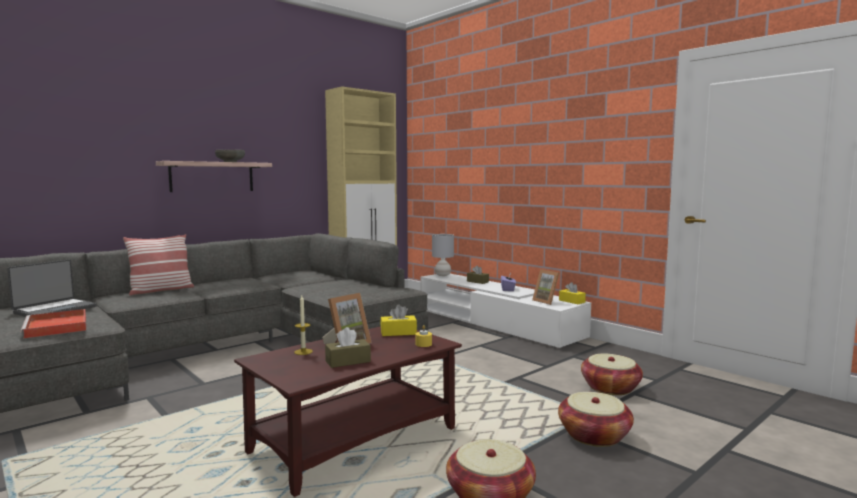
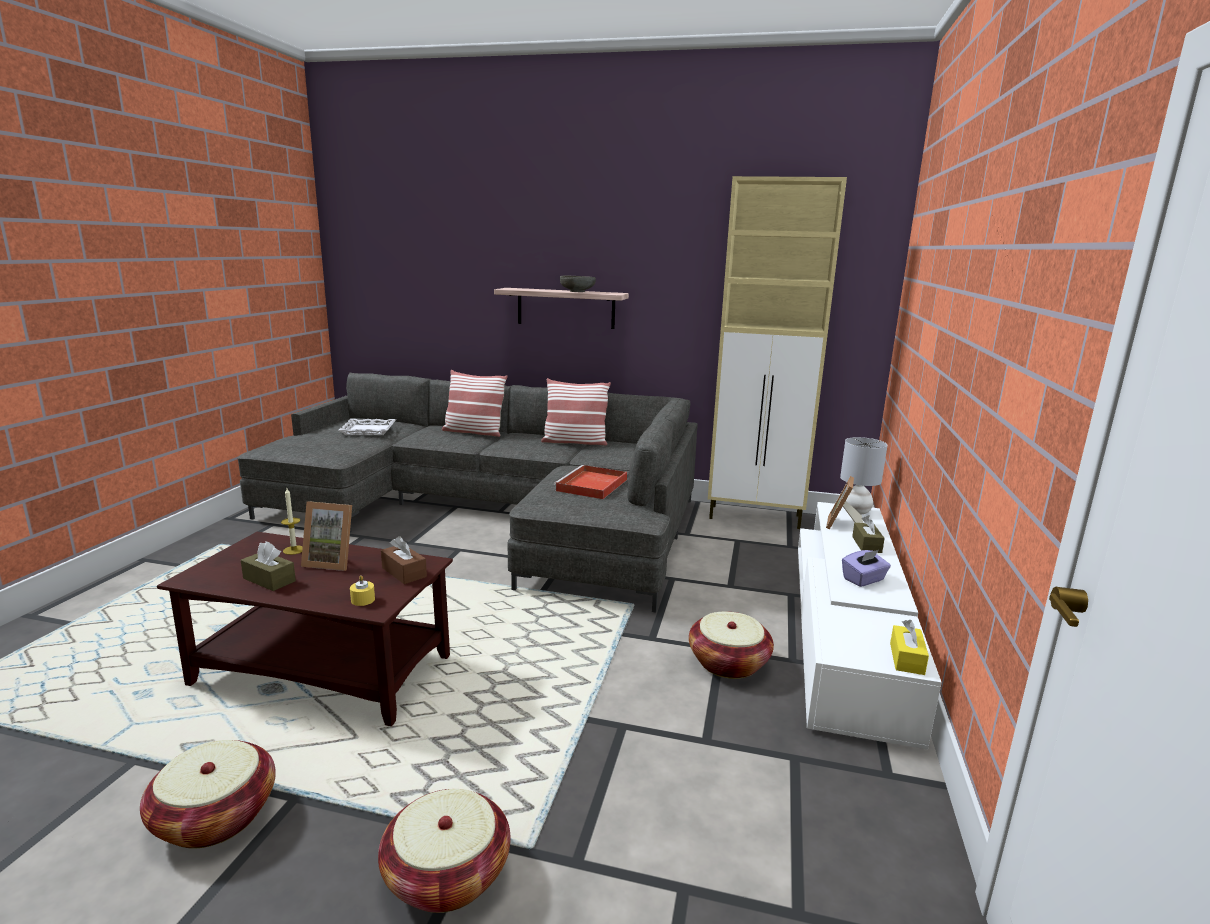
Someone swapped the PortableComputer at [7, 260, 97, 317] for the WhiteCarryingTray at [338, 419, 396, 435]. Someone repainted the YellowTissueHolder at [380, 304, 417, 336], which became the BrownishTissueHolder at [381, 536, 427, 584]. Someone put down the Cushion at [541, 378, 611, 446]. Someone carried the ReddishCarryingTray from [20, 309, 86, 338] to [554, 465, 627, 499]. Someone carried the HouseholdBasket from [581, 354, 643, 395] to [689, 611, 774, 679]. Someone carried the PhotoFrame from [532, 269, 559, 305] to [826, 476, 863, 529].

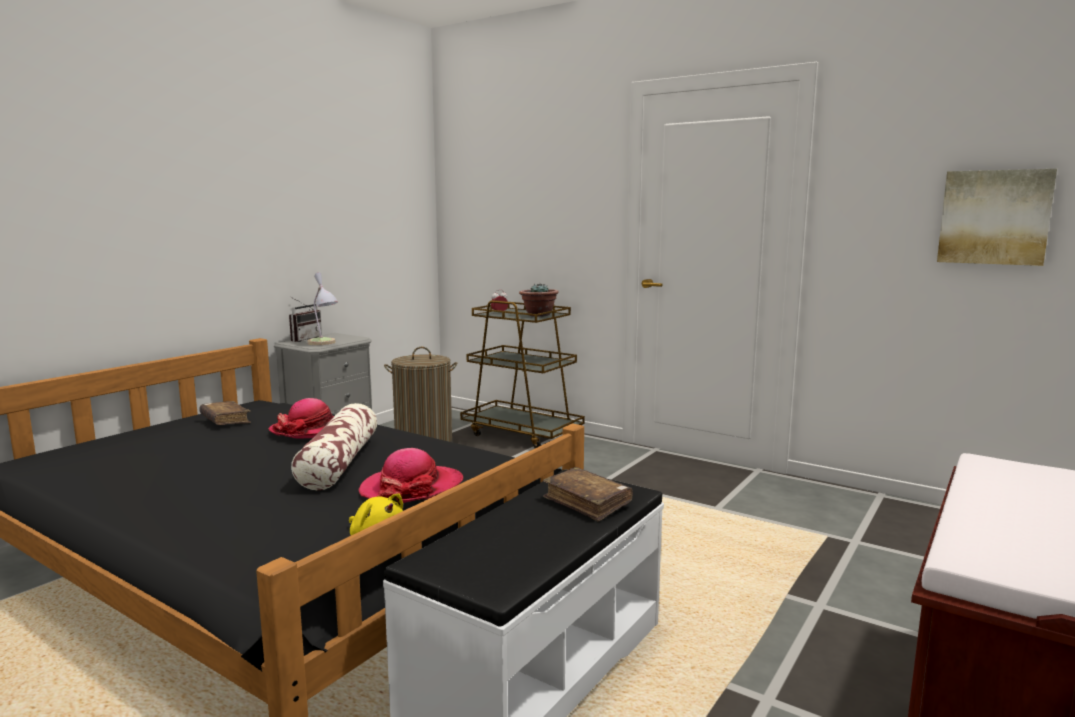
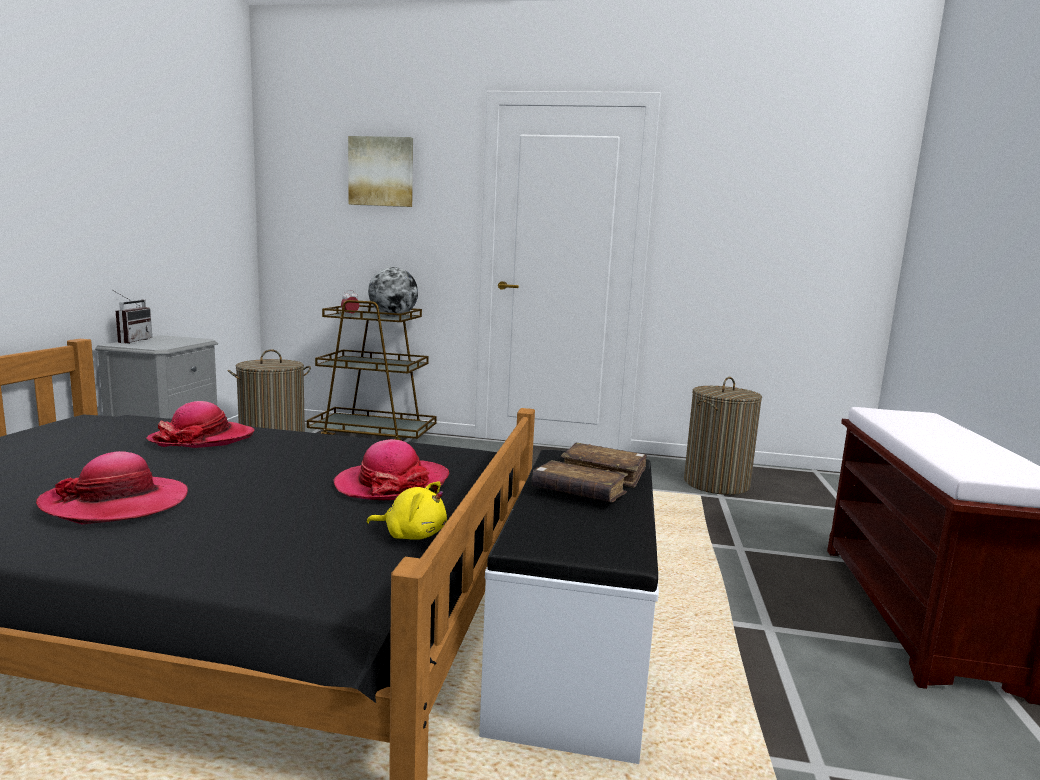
Someone put down the ClothingHat at [36, 451, 188, 524]. Someone carried the Picture from [937, 169, 1057, 266] to [348, 136, 413, 207]. Someone swapped the PlantInAPot at [519, 283, 559, 317] for the Globe at [368, 267, 418, 317]. Someone carried the BrownishBook from [200, 401, 251, 425] to [532, 460, 628, 502]. Someone put down the LaundryBasket at [684, 377, 762, 495]. Someone took away the Cushion at [291, 403, 377, 490]. Someone took away the LampForATable at [307, 272, 338, 345].

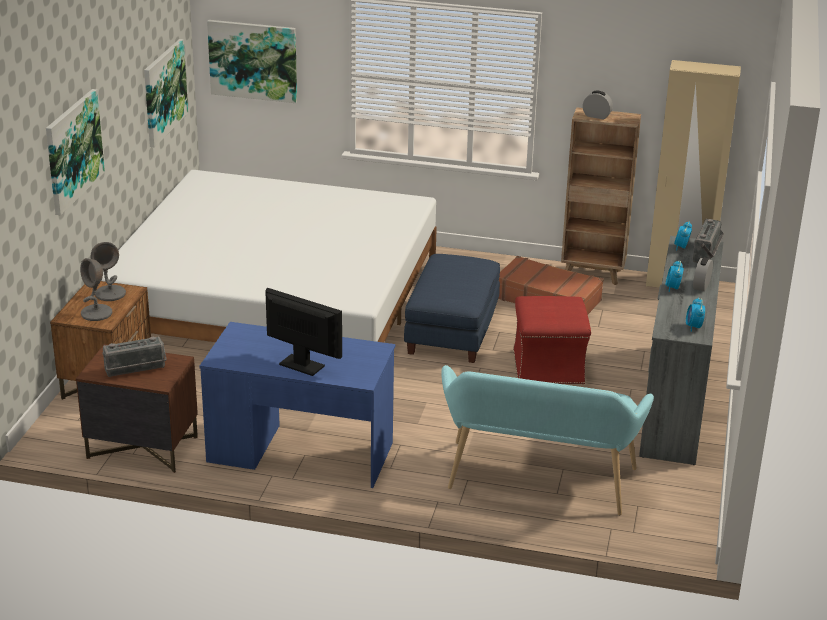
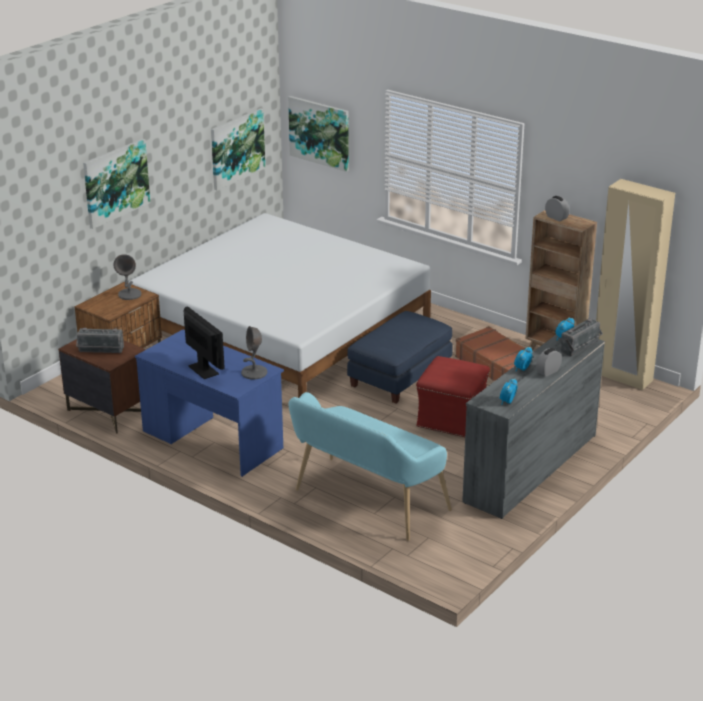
Someone carried the GreyishLampForATable from [80, 258, 112, 321] to [241, 326, 267, 380].

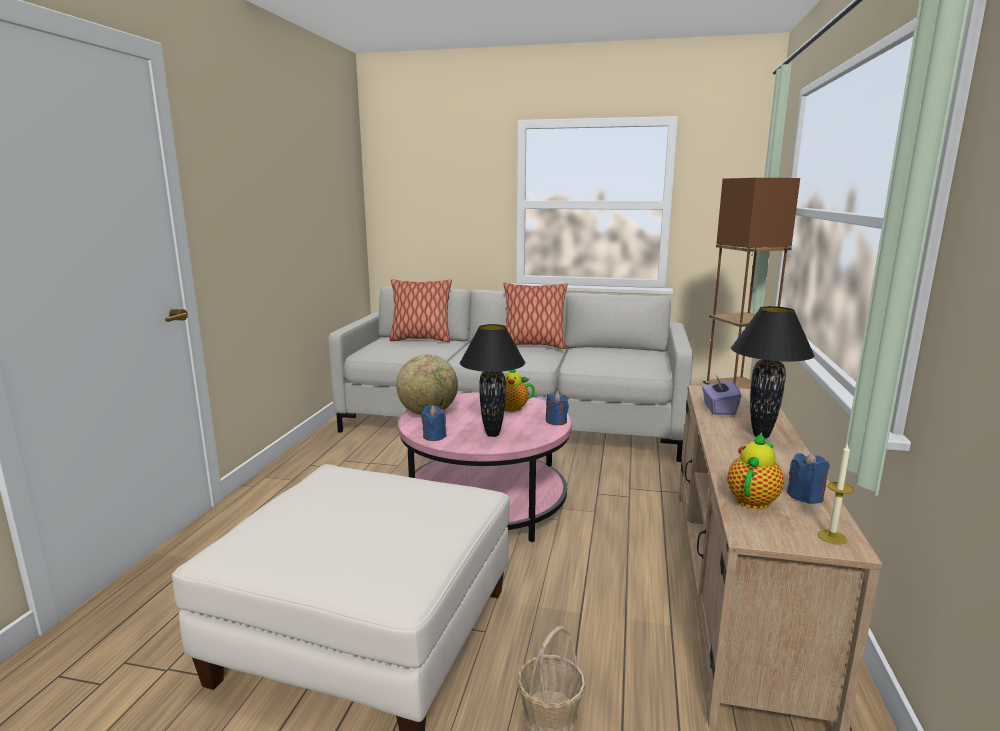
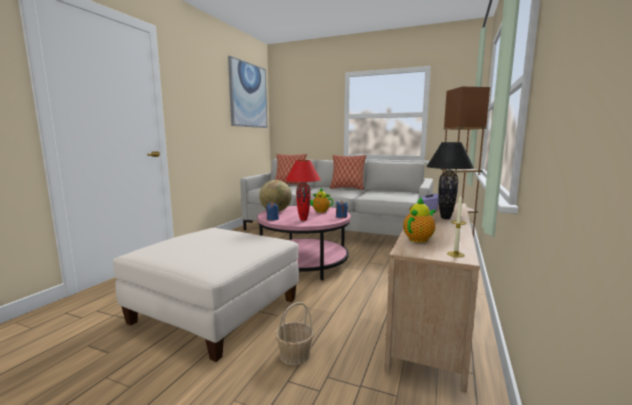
Someone put up the Picture at [228, 56, 267, 128]. Someone repainted the BlackLampForATable at [460, 324, 525, 437], which became the ReddishLampForATable at [286, 160, 321, 221]. Someone took away the BluishWaxCandle at [786, 452, 829, 504].

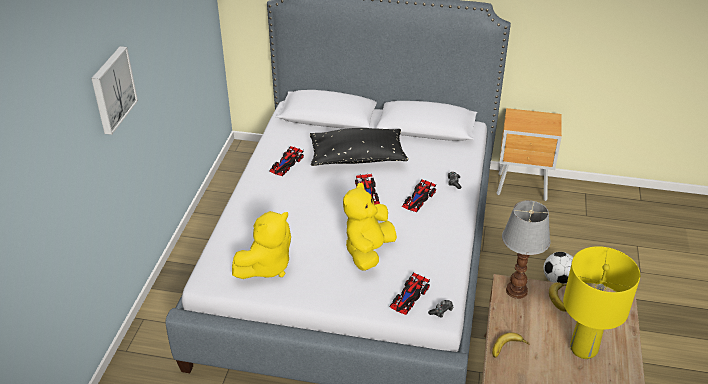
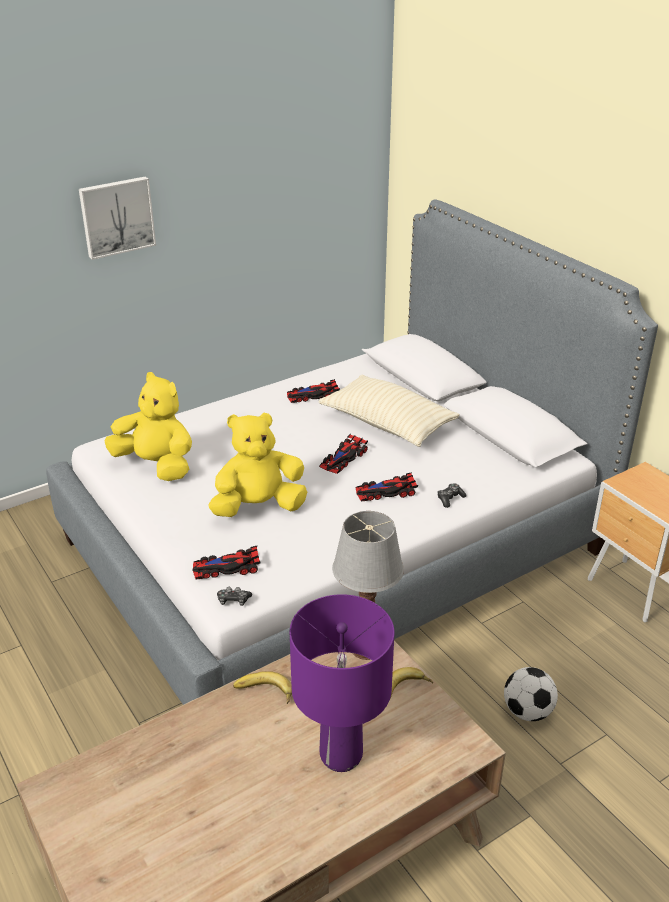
Someone rotated the YellowPlushToy at [232, 211, 291, 279] by 150 degrees counterclockwise. Someone repainted the YellowLampForATable at [563, 246, 640, 359], which became the PurplishLampForATable at [290, 594, 395, 772]. Someone repainted the BlackCushion at [310, 128, 408, 166], which became the BeigeCushion at [318, 375, 460, 447].

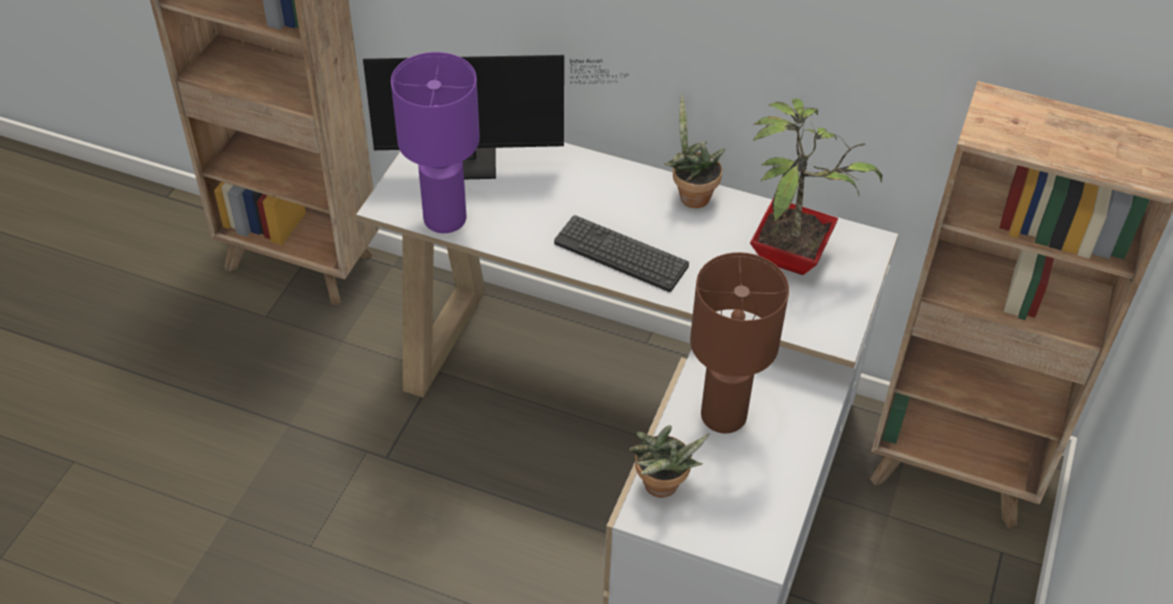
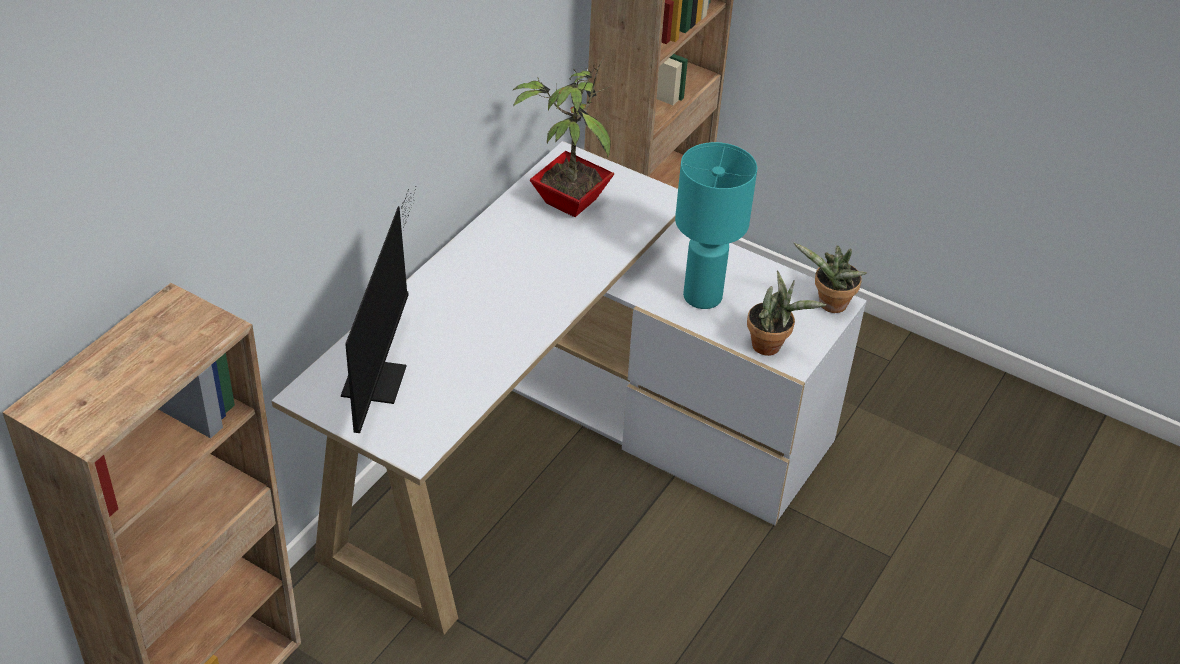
Someone repainted the BrownishLampForATable at [690, 252, 789, 433], which became the BlueGreenLampForATable at [675, 142, 757, 309]. Someone carried the PlantInAPot from [664, 95, 725, 208] to [793, 242, 867, 313]. Someone took away the PurplishLampForATable at [391, 52, 480, 233]. Someone took away the Keyboard at [554, 215, 689, 292].

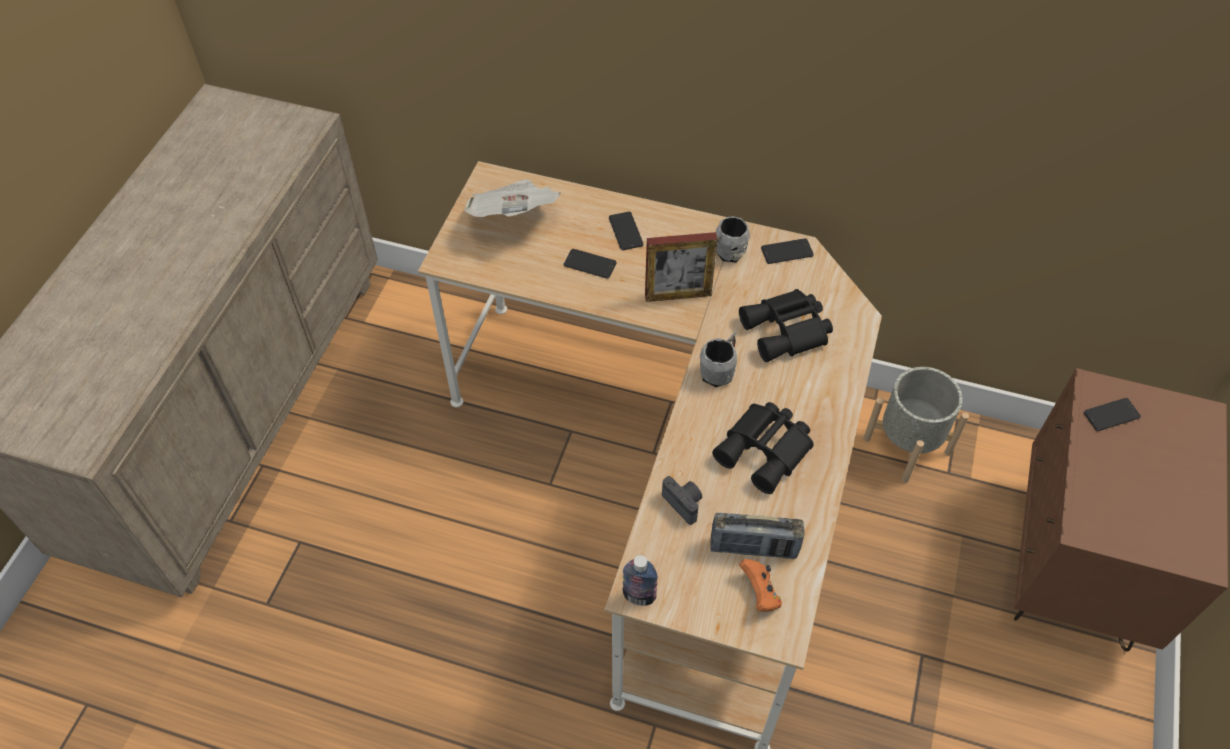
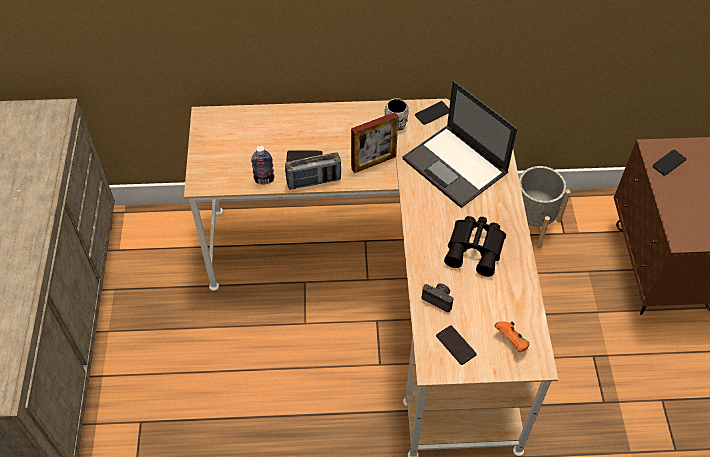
Someone carried the Bottle from [622, 555, 658, 606] to [251, 146, 275, 184]. Someone carried the RadioSet from [710, 513, 805, 559] to [285, 152, 341, 190]. Someone swapped the BlackPairOfBinoculars at [739, 289, 833, 362] for the PortableComputer at [402, 81, 517, 208]. Someone carried the Handset from [609, 212, 644, 250] to [436, 325, 477, 365]. Someone took away the DailyPaper at [464, 179, 561, 217]. Someone took away the GreyishMug at [700, 332, 737, 387].

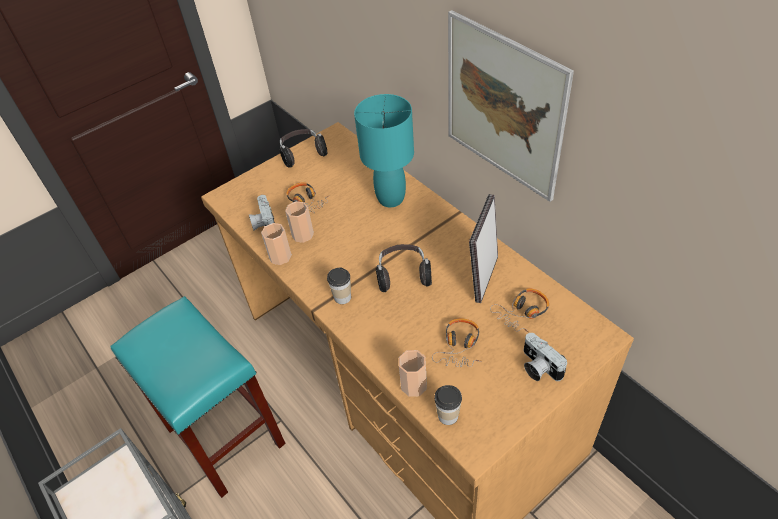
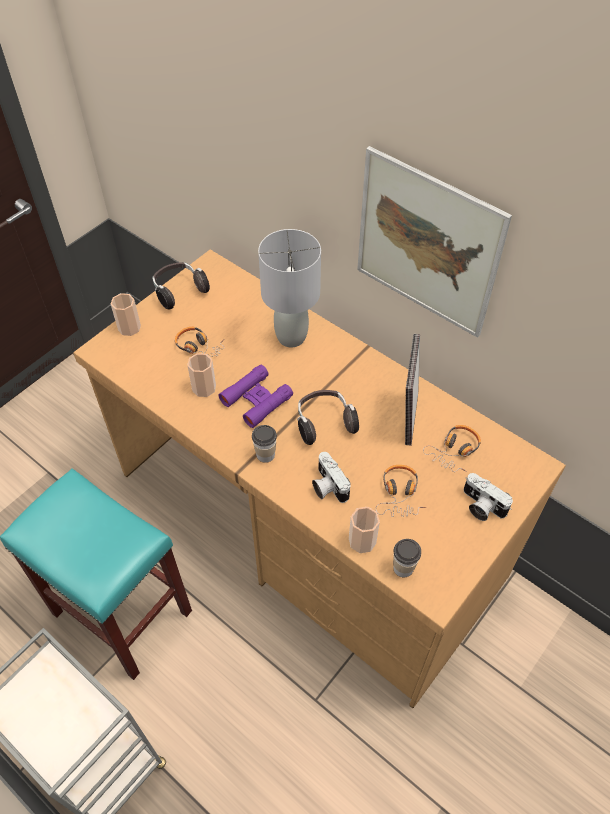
Someone carried the SmallCup from [261, 223, 292, 265] to [111, 293, 141, 336]. Someone put down the PurplishPairOfBinoculars at [218, 365, 293, 428]. Someone repainted the BlueGreenLampForATable at [354, 94, 414, 207], which became the GreyishLampForATable at [258, 229, 321, 348]. Someone carried the PhotoCamera from [249, 195, 275, 231] to [312, 452, 351, 503].

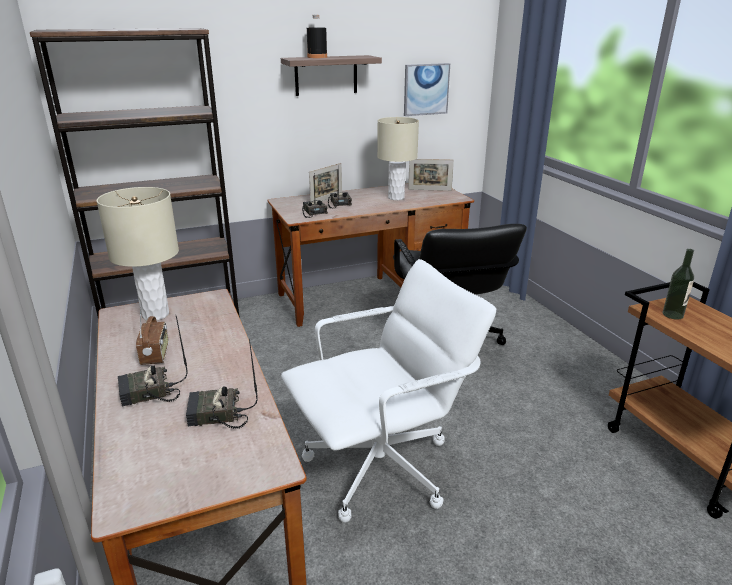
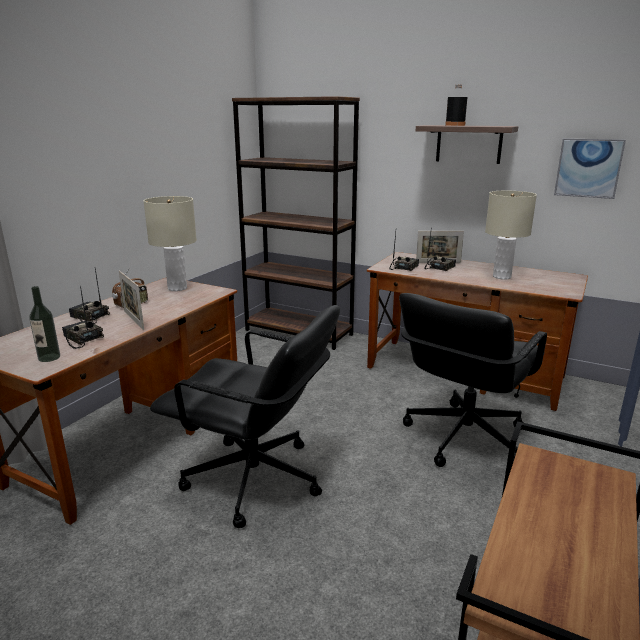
Someone carried the Bottle from [663, 249, 694, 320] to [29, 286, 60, 362]. Someone carried the PhotoFrame from [408, 159, 454, 191] to [119, 271, 144, 330]. Someone repainted the WhiteComputerChair at [281, 259, 496, 523], which became the BlackComputerChair at [150, 305, 340, 528].

